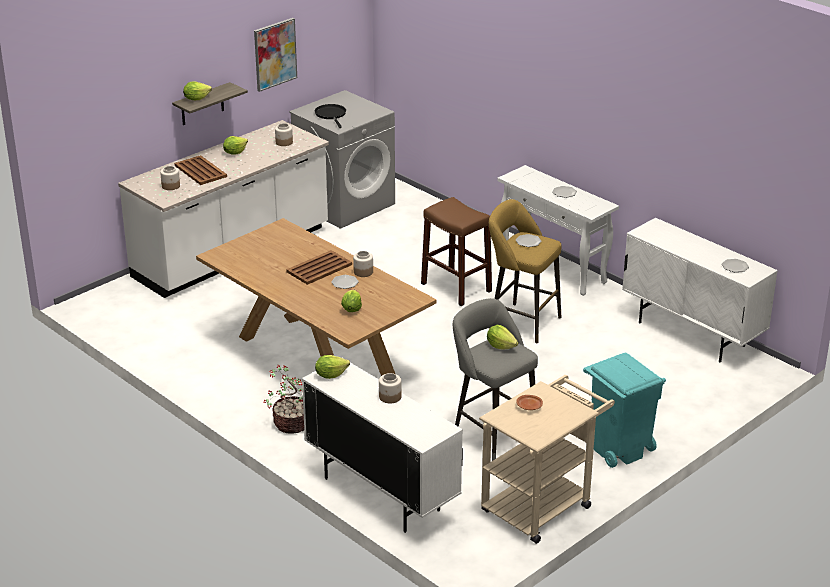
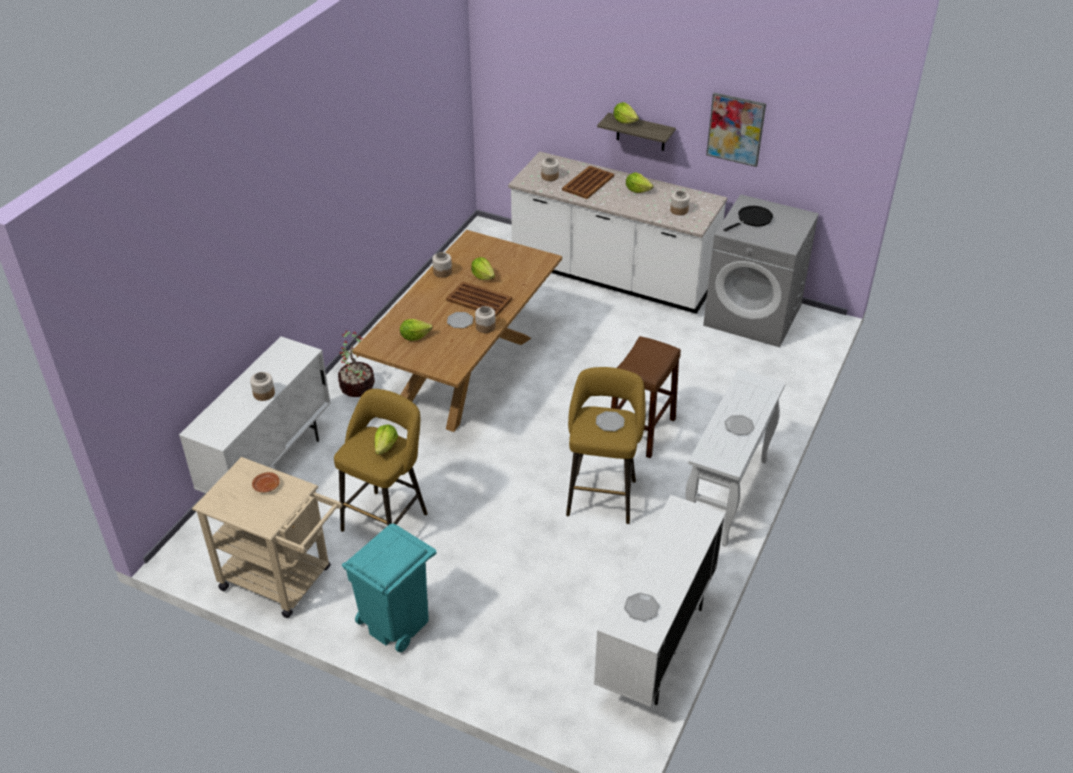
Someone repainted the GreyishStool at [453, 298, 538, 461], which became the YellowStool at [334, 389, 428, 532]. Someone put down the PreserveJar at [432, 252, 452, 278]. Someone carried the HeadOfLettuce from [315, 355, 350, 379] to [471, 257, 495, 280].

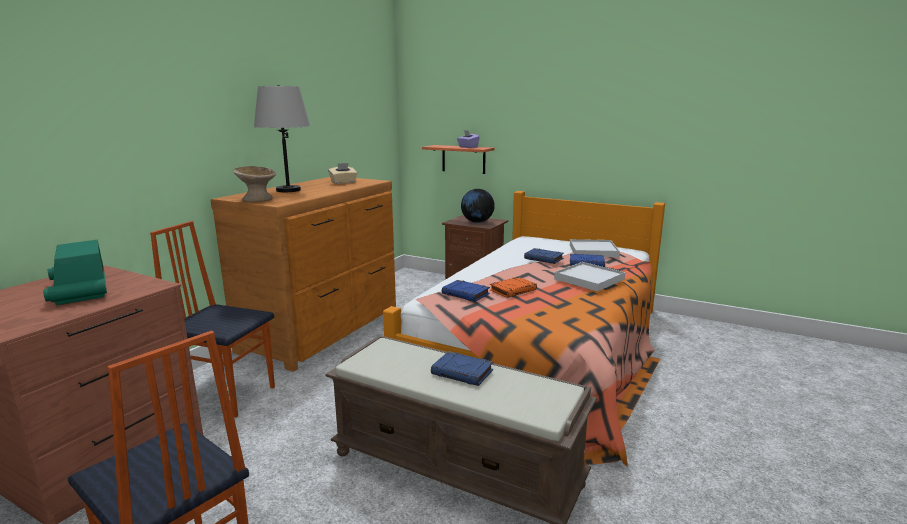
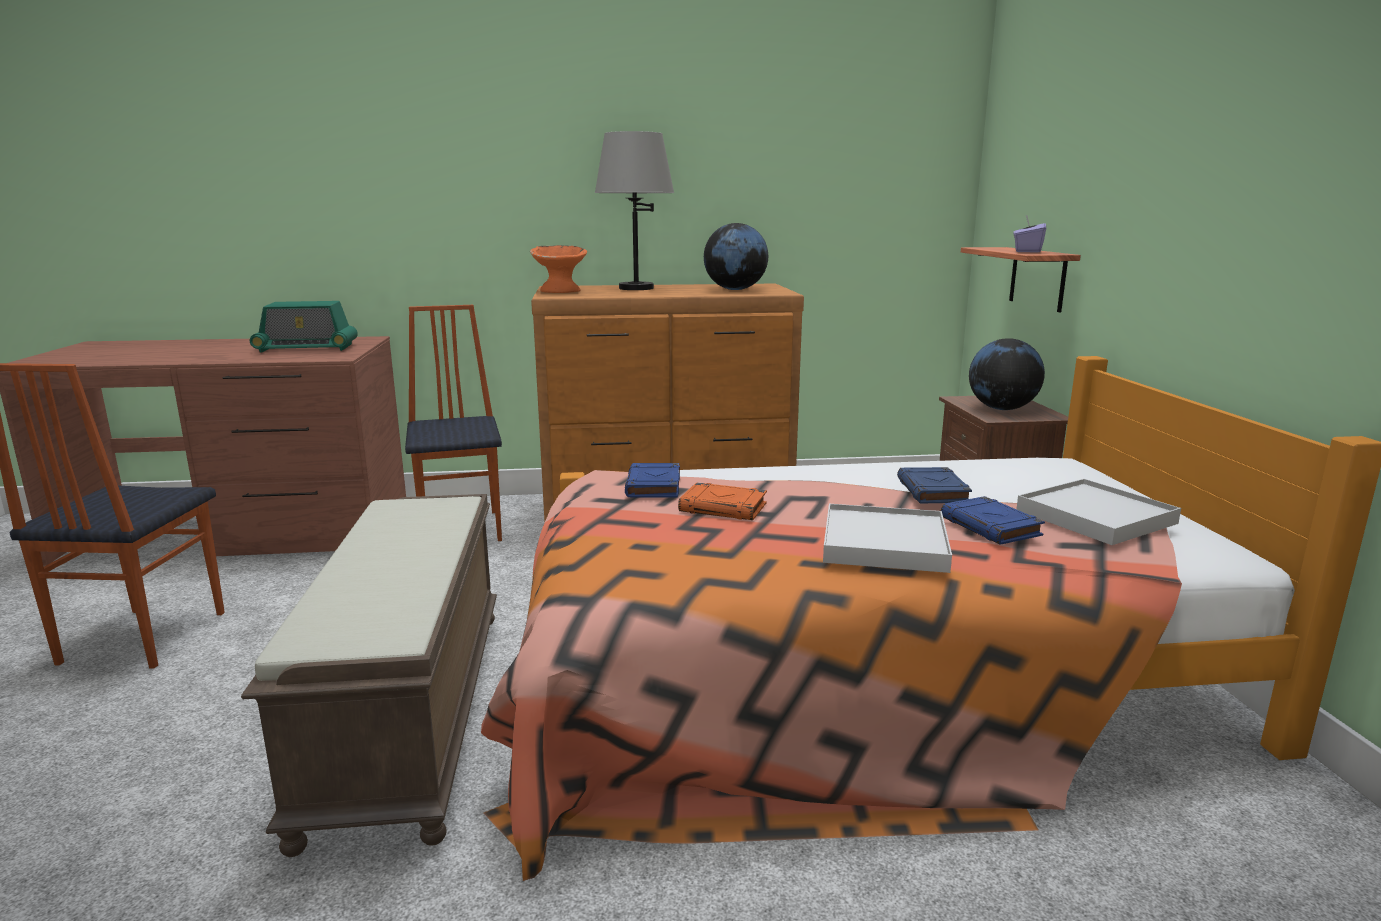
Someone rotated the RadioSet at [43, 239, 107, 305] by 120 degrees counterclockwise. Someone repainted the BeigeDeepDish at [233, 166, 276, 202], which became the OrangeDeepDish at [530, 245, 587, 293]. Someone swapped the BeigeTissueHolder at [328, 163, 357, 184] for the Globe at [704, 223, 768, 290]. Someone took away the BluishBook at [431, 351, 493, 386].

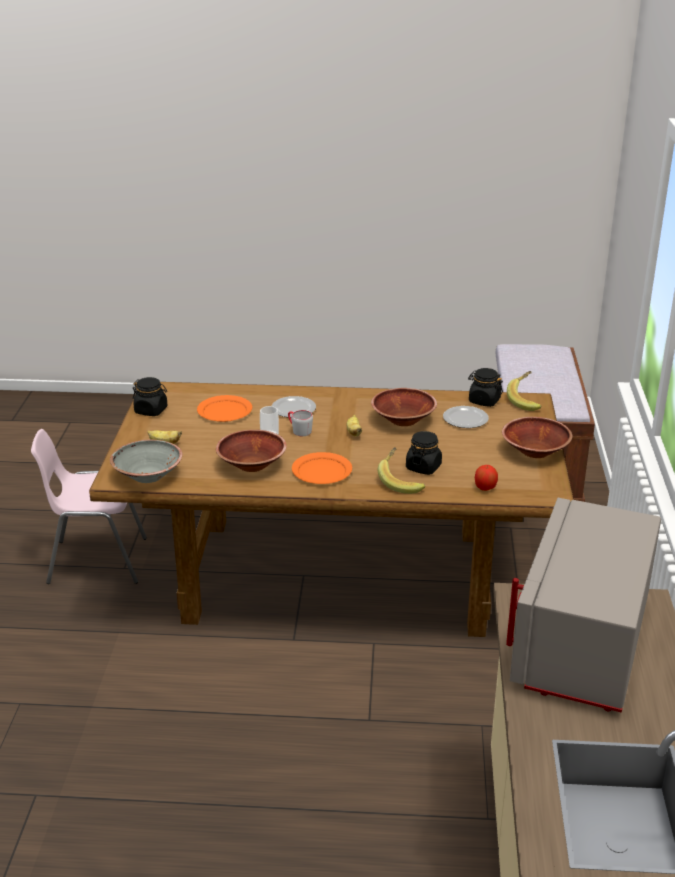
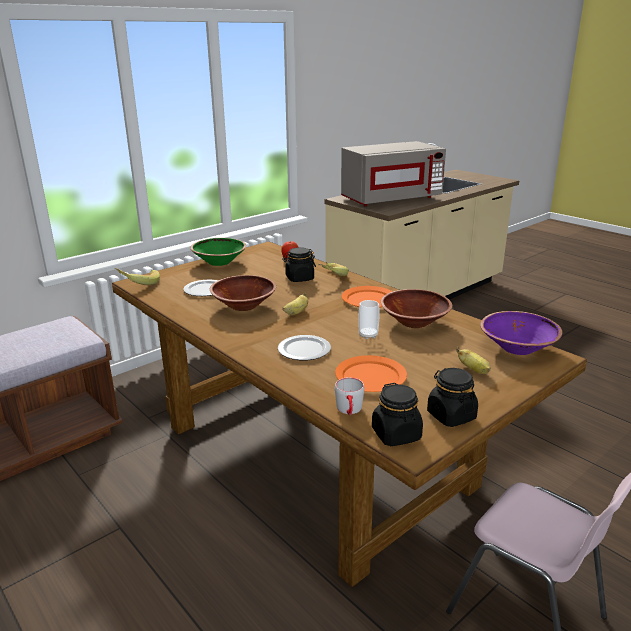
Someone repainted the BrownishDeepDish at [502, 417, 572, 458], which became the GreenDeepDish at [190, 238, 246, 266]. Someone carried the GreyishMug from [288, 410, 313, 436] to [335, 377, 364, 415]. Someone carried the BlackPreserveJar from [468, 368, 503, 407] to [372, 383, 423, 446]. Someone repainted the GreyishDeepDish at [110, 440, 183, 483], which became the PurplishDeepDish at [480, 311, 563, 355].

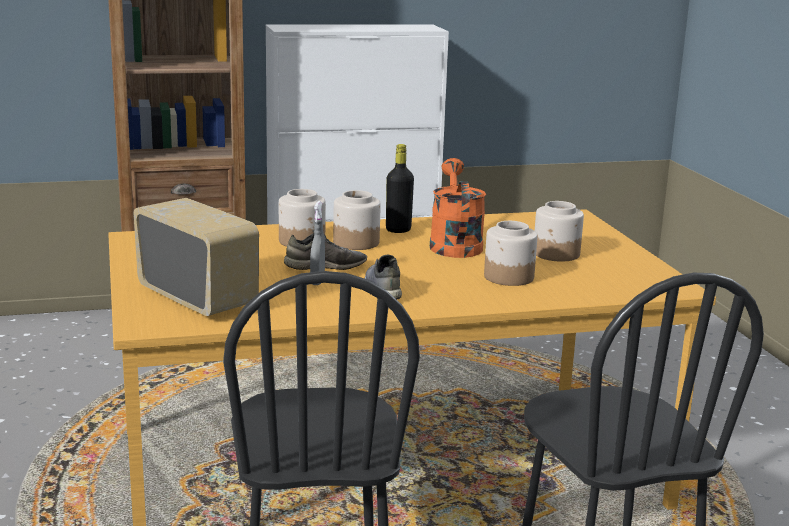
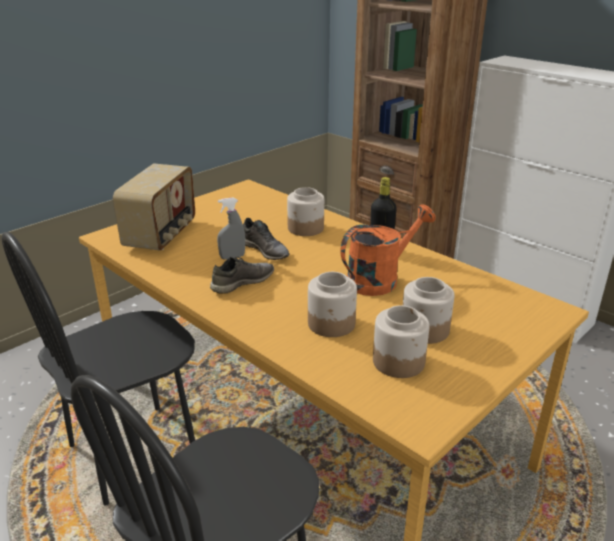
Someone carried the PreserveJar from [333, 190, 381, 250] to [373, 305, 430, 378].

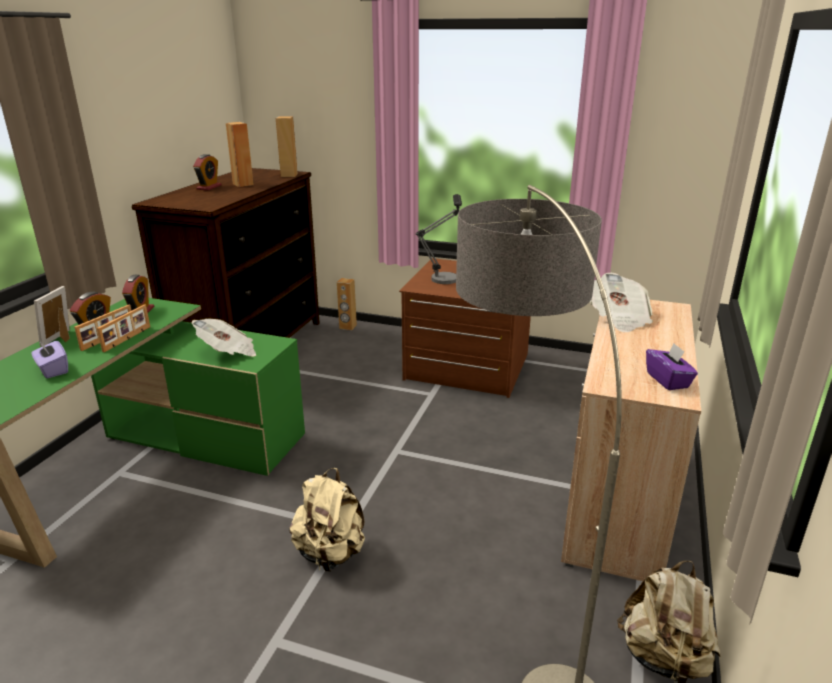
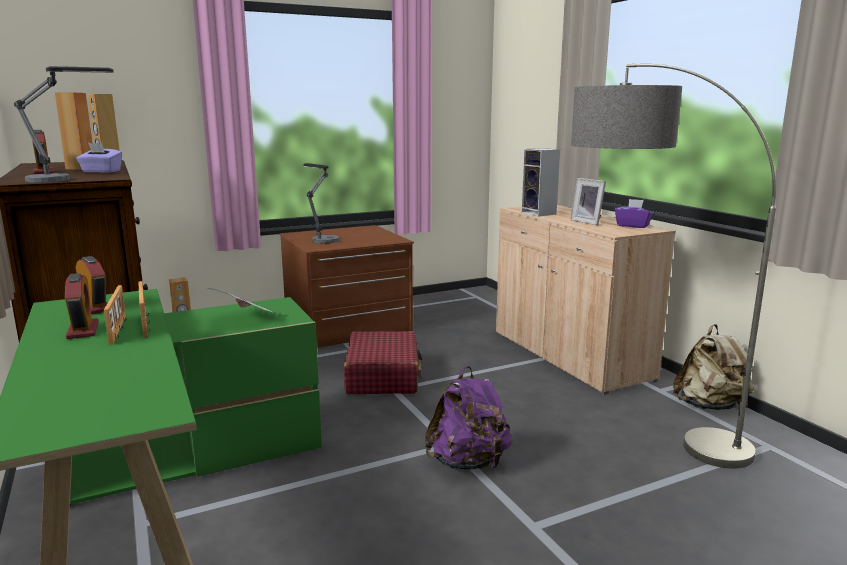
Someone put down the LampForATable at [14, 66, 113, 183]. Someone carried the PurplishTissueHolder from [31, 339, 68, 378] to [76, 143, 122, 173]. Someone put down the ReddishSuitcase at [344, 331, 422, 394]. Someone repainted the BeigeBackpack at [289, 468, 365, 572], which became the PurplishBackpack at [424, 366, 513, 470]. Someone swapped the DailyPaper at [590, 273, 653, 333] for the Speaker at [521, 148, 560, 217]. Someone carried the PhotoFrame from [34, 286, 70, 347] to [570, 178, 606, 225].

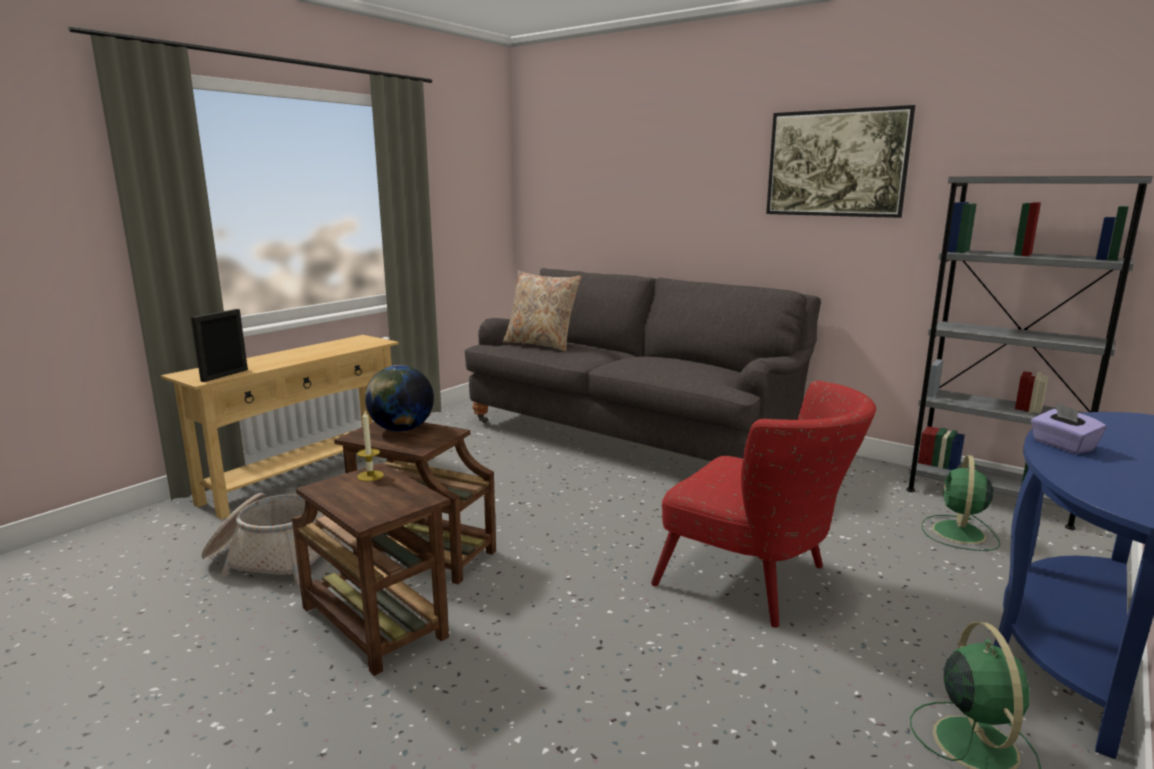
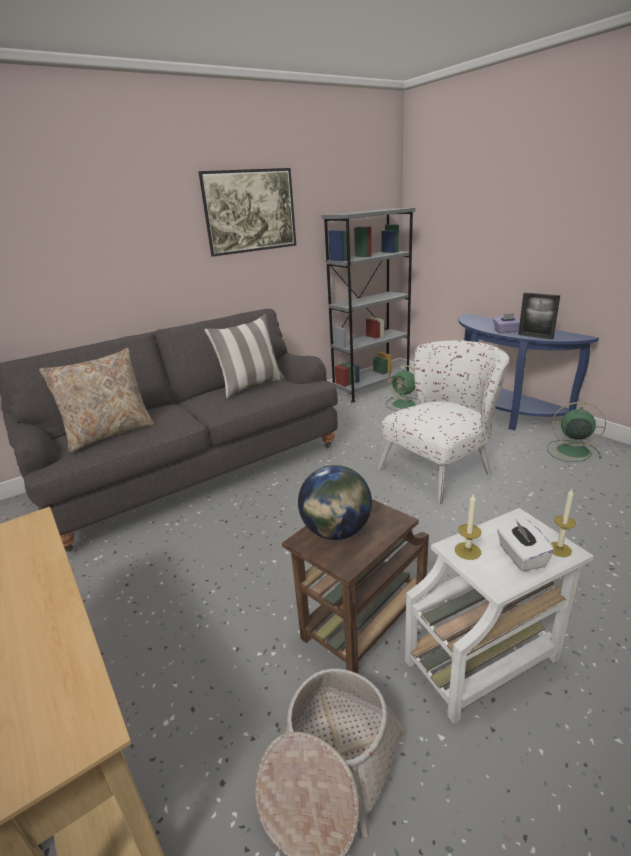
Someone put down the Cushion at [205, 314, 285, 398]. Someone repainted the ReddishEasyChair at [651, 381, 876, 628], which became the WhiteEasyChair at [377, 340, 509, 504]. Someone repainted the BrownishEndTable at [292, 463, 450, 676], which became the WhiteEndTable at [405, 508, 594, 724]. Someone put down the WhiteTissueHolder at [497, 518, 554, 571]. Someone carried the PhotoFrame from [191, 309, 248, 382] to [518, 293, 560, 340]. Someone put down the WaxCandle at [551, 489, 576, 557].

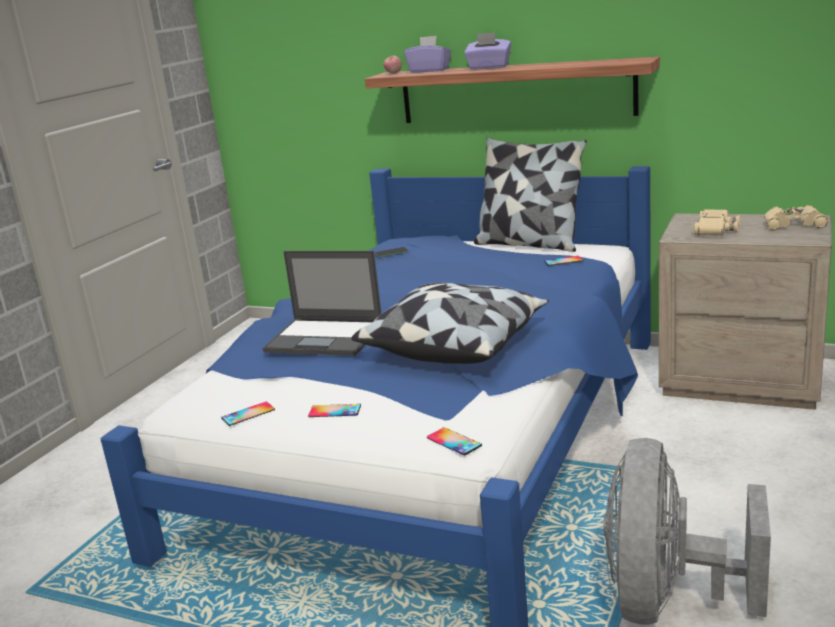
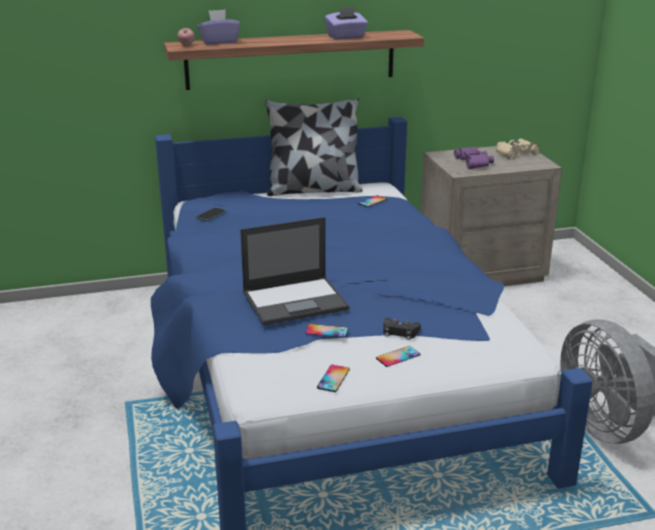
Someone carried the Handset from [427, 428, 482, 455] to [306, 324, 348, 338]. Someone carried the PurplishTissueHolder from [464, 32, 511, 70] to [325, 7, 368, 39]. Someone put down the BlackJoypad at [383, 318, 421, 340]. Someone repainted the BeigePairOfBinoculars at [694, 209, 740, 236], which became the PurplishPairOfBinoculars at [454, 147, 494, 169]. Someone took away the Cushion at [351, 283, 549, 364].

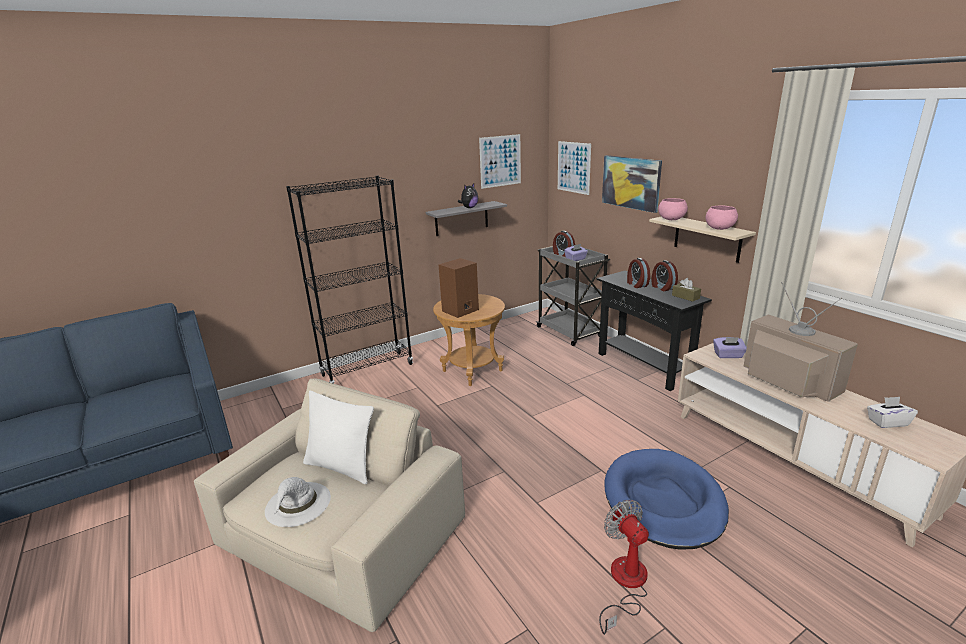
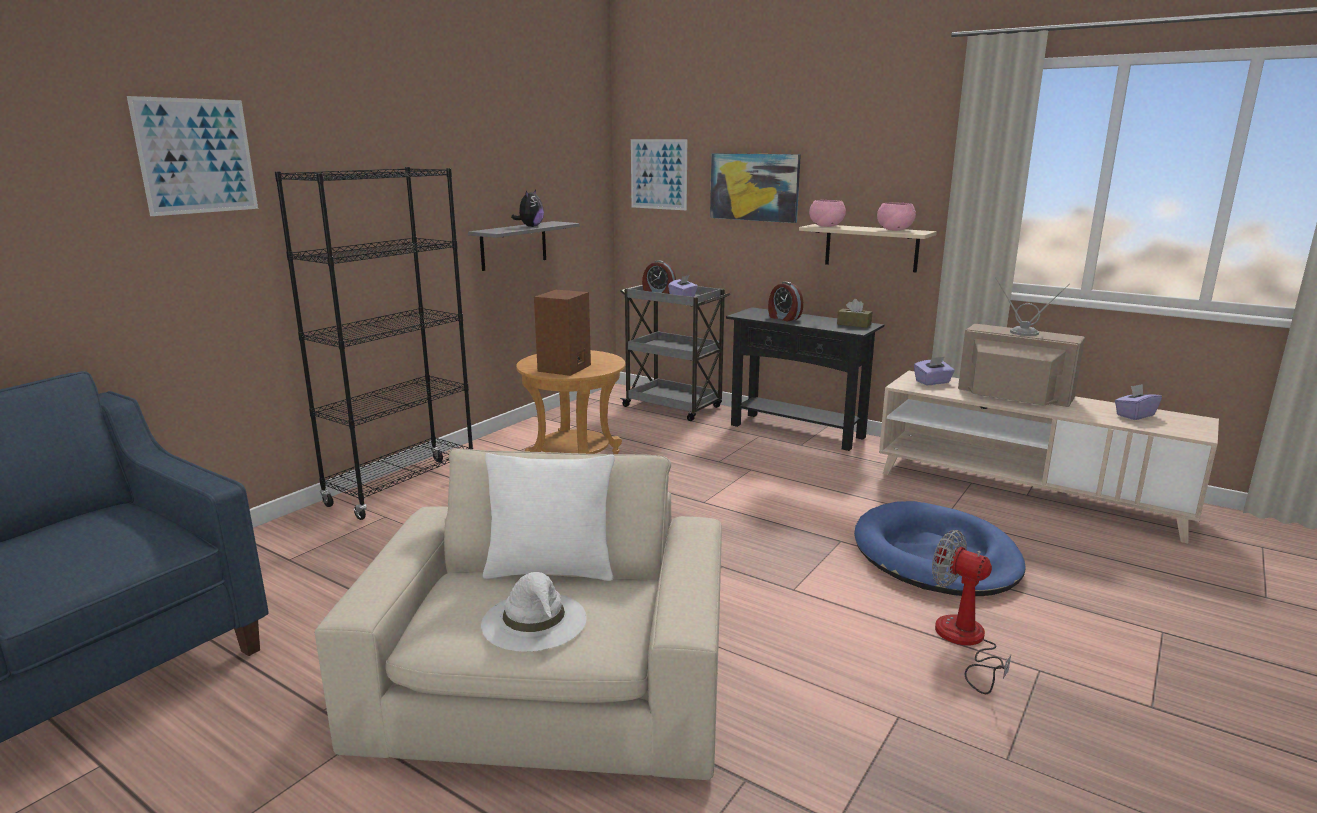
Someone carried the Picture from [479, 134, 521, 189] to [127, 96, 258, 216]. Someone repainted the WhiteTissueHolder at [867, 397, 918, 428], which became the PurplishTissueHolder at [1115, 384, 1162, 420]. Someone took away the AlarmClock at [651, 260, 678, 291].

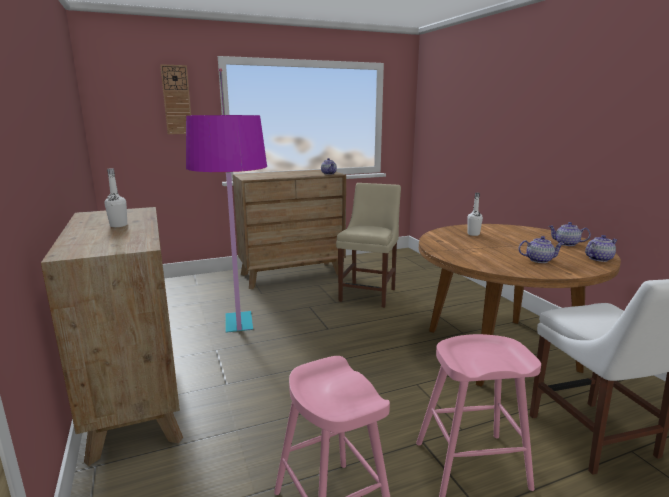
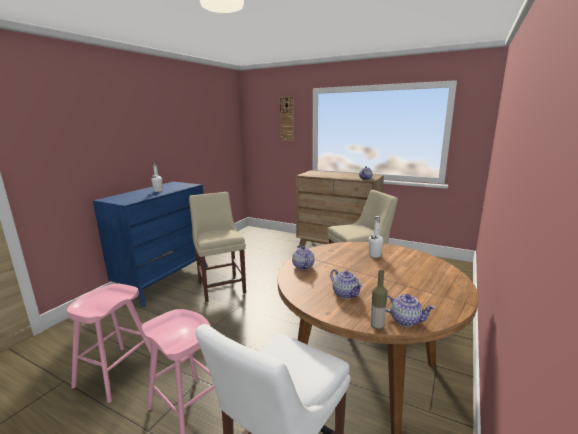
Someone repainted the BrownishChestOfDrawers at [41, 207, 183, 466], which became the BluishChestOfDrawers at [93, 182, 208, 307]. Someone swapped the StandardLamp at [186, 68, 267, 333] for the BeigeChair at [189, 192, 246, 302]. Someone carried the TeaPot from [549, 222, 591, 246] to [292, 245, 315, 270]. Someone put down the Bottle at [371, 270, 388, 330].

